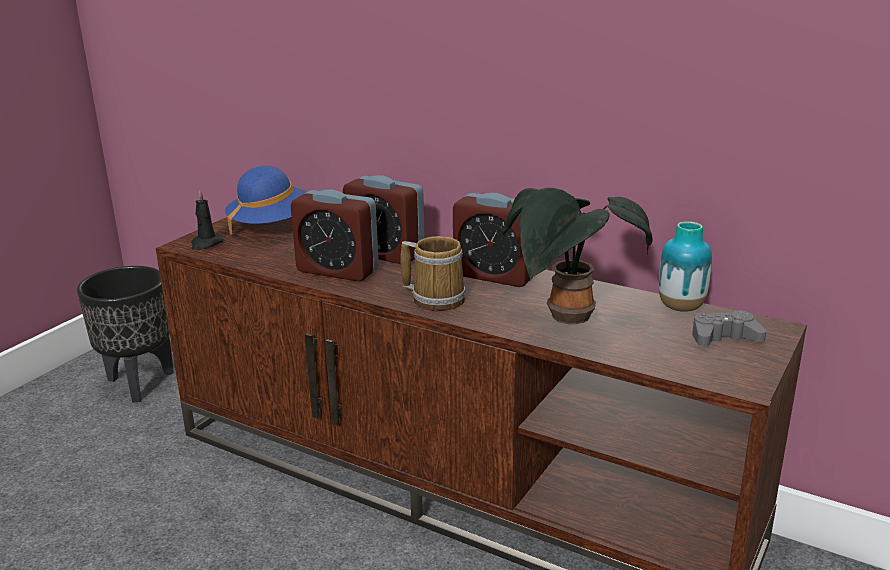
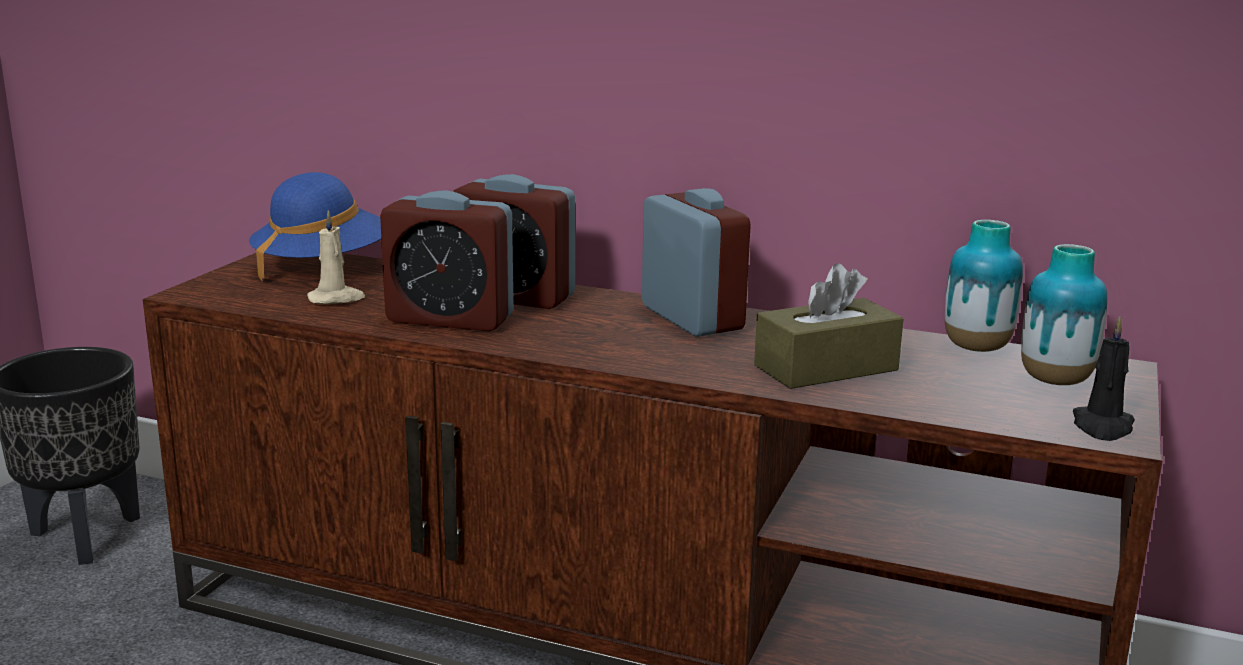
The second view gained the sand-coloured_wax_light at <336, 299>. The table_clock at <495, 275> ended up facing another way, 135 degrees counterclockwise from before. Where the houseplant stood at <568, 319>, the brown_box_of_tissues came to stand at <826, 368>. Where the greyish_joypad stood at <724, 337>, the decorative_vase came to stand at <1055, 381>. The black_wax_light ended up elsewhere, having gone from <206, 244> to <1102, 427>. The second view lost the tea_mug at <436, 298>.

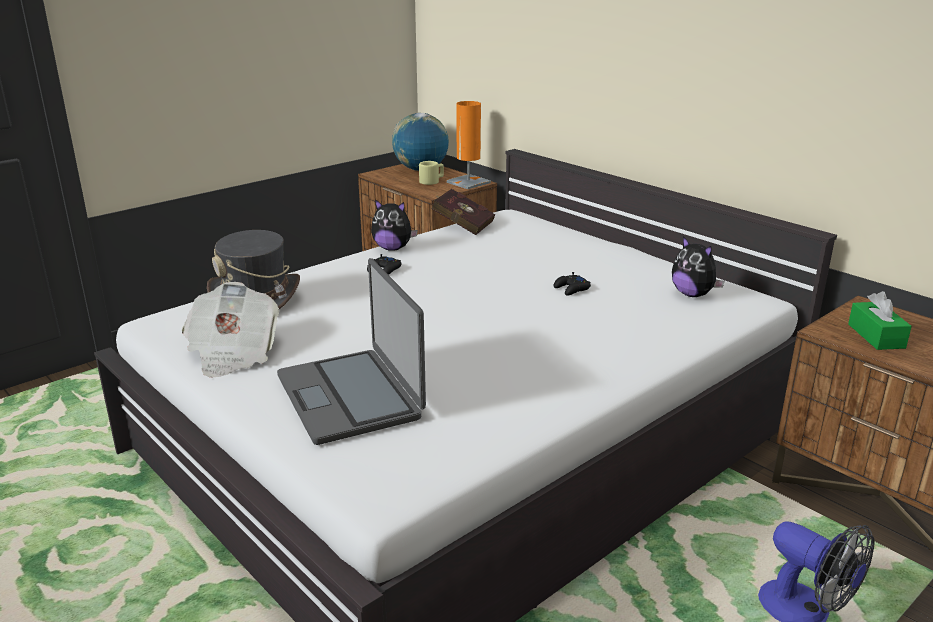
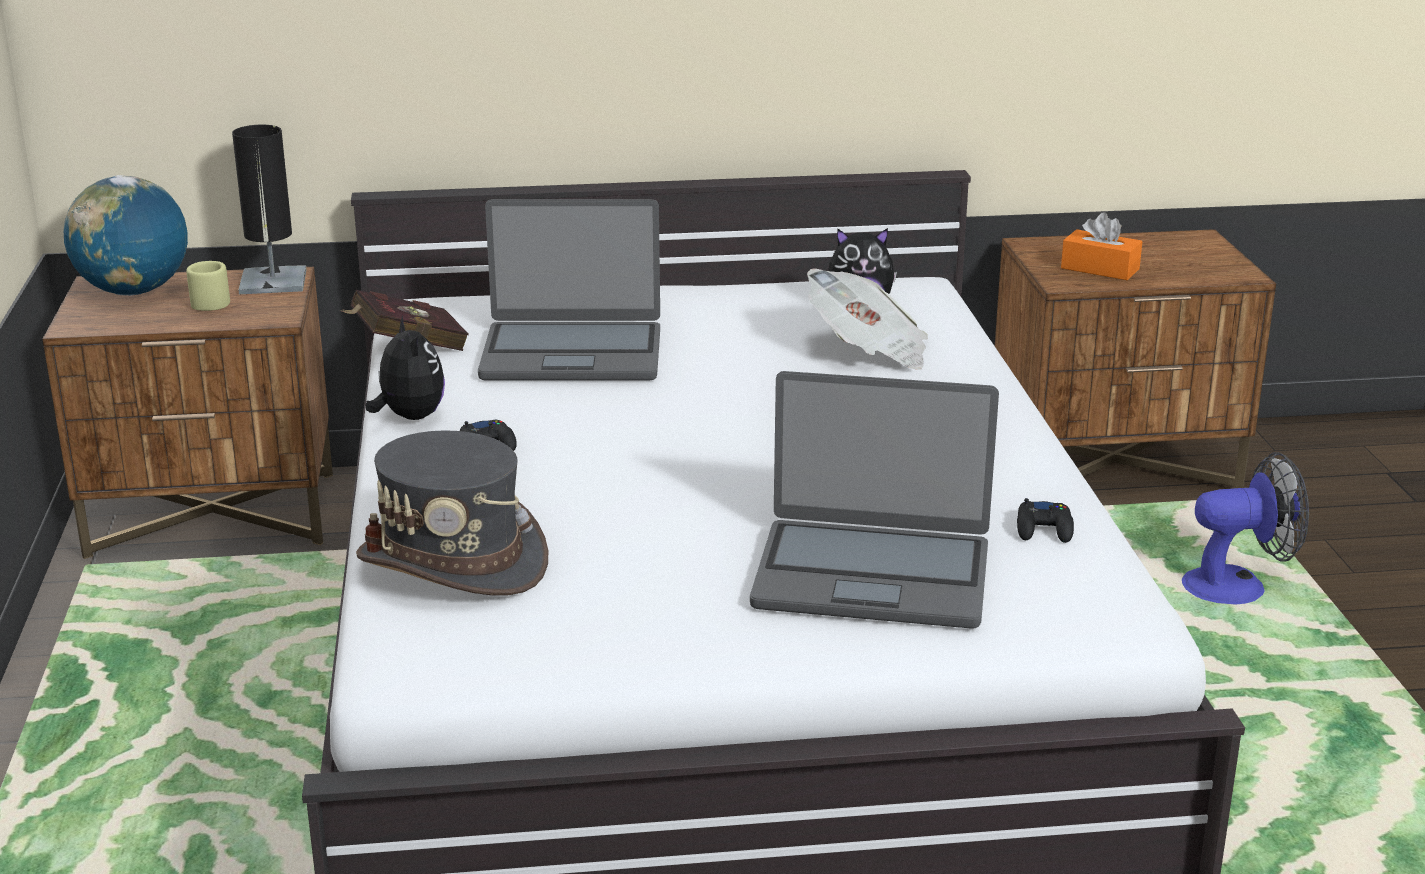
What was the orangey_lamp_for_a_table at <468, 182> turned into the black_lamp_for_a_table at <273, 282>. The cuddly_toy at <393, 248> ended up facing another way, 75 degrees counterclockwise from before. The second view gained the portable_computer at <572, 354>. The newspaper ended up elsewhere, having gone from <233, 353> to <869, 351>. The black_joypad ended up elsewhere, having gone from <571, 289> to <1044, 529>. What was the green-coloured_box_of_tissues at <876, 336> turned into the orangey_box_of_tissues at <1100, 269>.

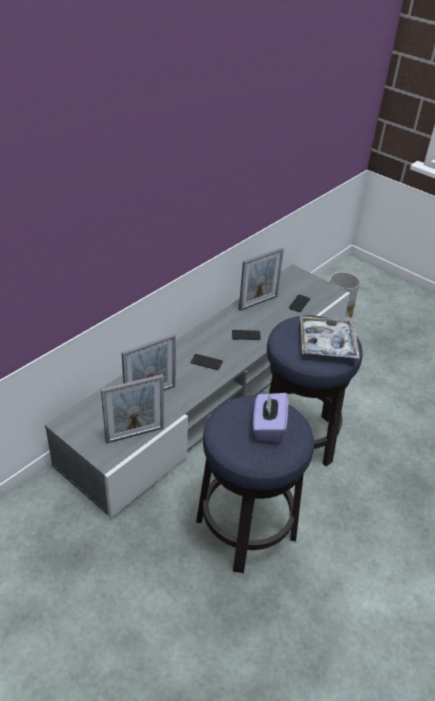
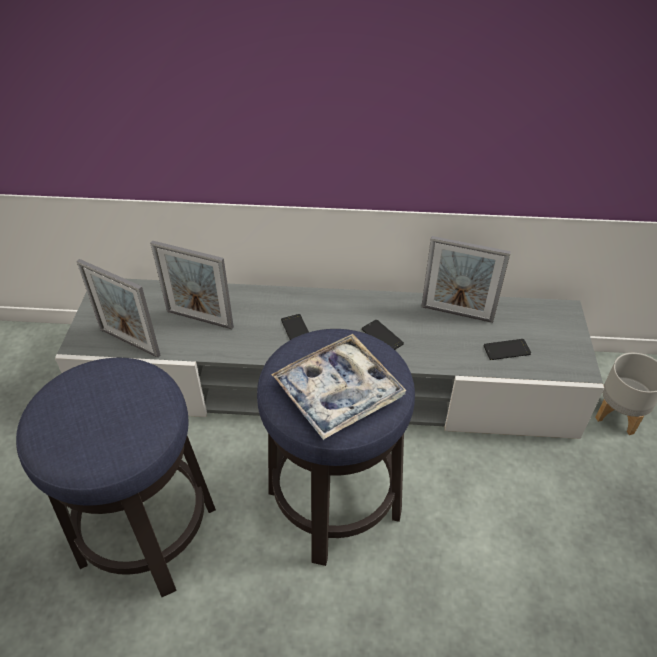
The second view lost the purple-coloured_box_of_tissues at <268, 427>.

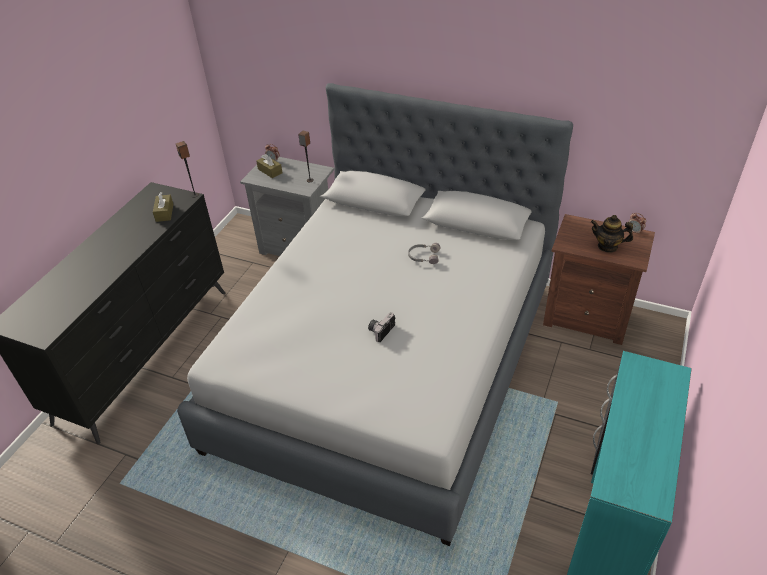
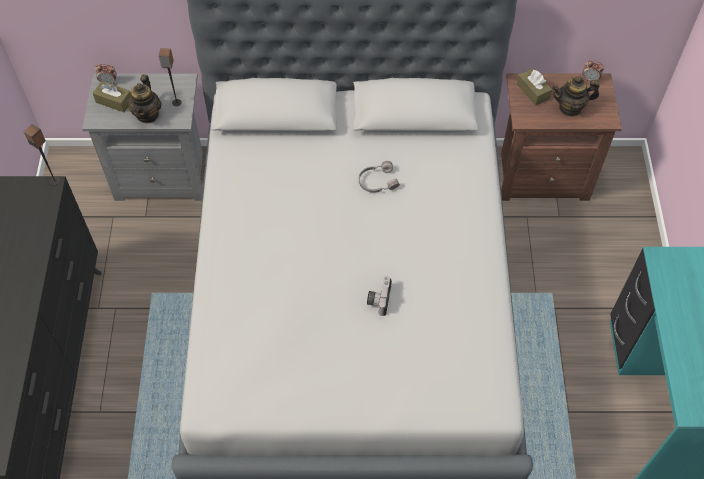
The second view gained the teapot at <147, 114>. The brown_box_of_tissues ended up elsewhere, having gone from <164, 213> to <533, 91>.

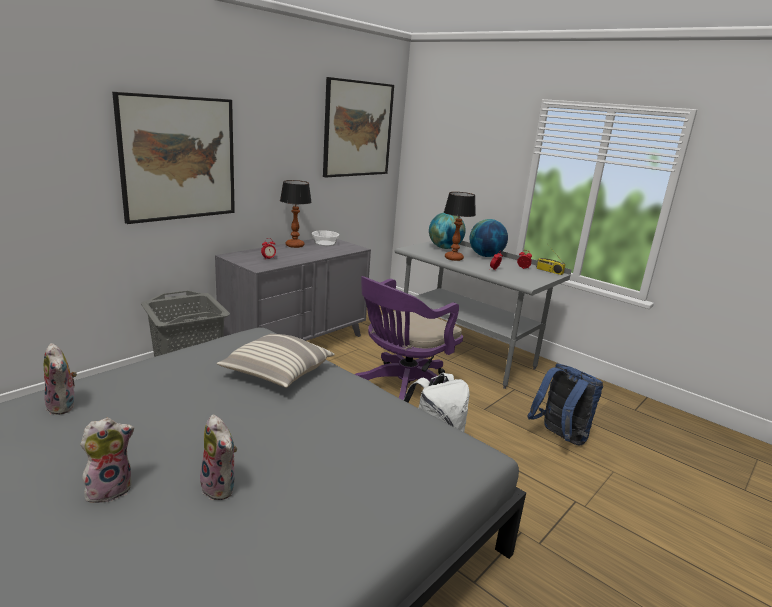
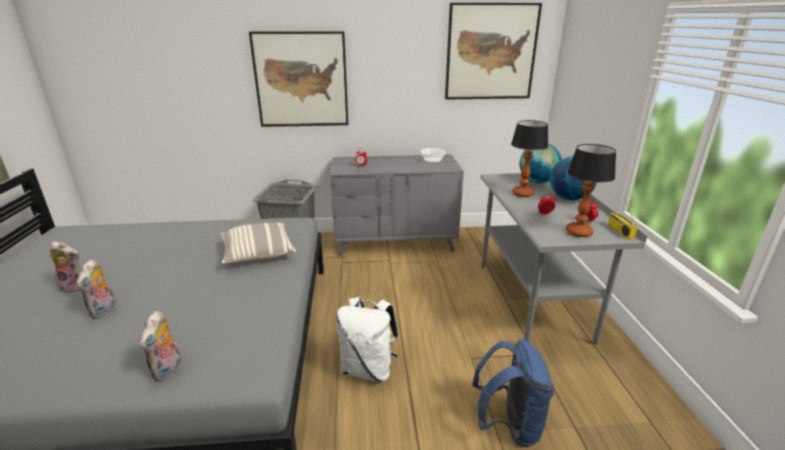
The cuddly_toy ended up elsewhere, having gone from <64, 406> to <168, 370>. The lamp_for_a_table ended up elsewhere, having gone from <294, 245> to <578, 232>. The second view lost the purple-coloured_desk_chair at <402, 390>.

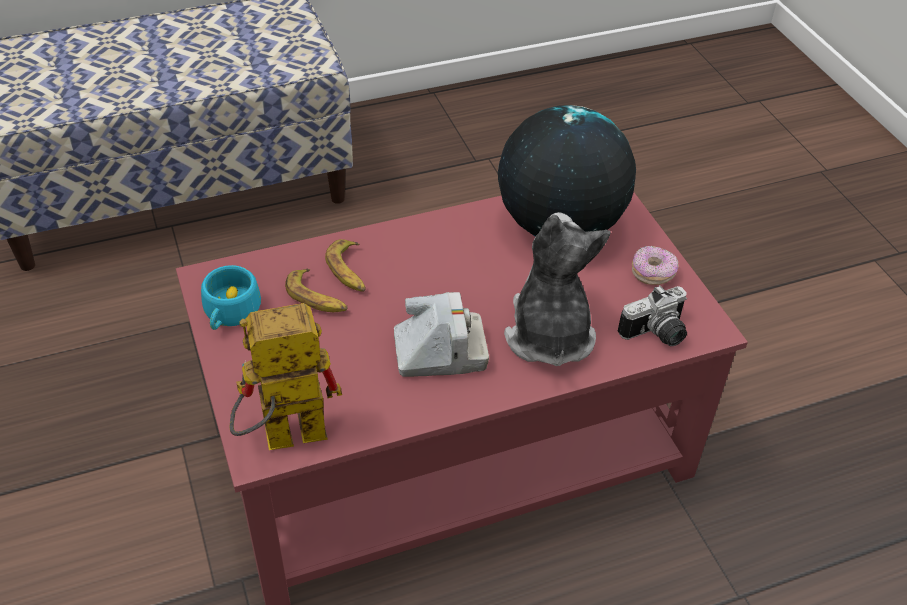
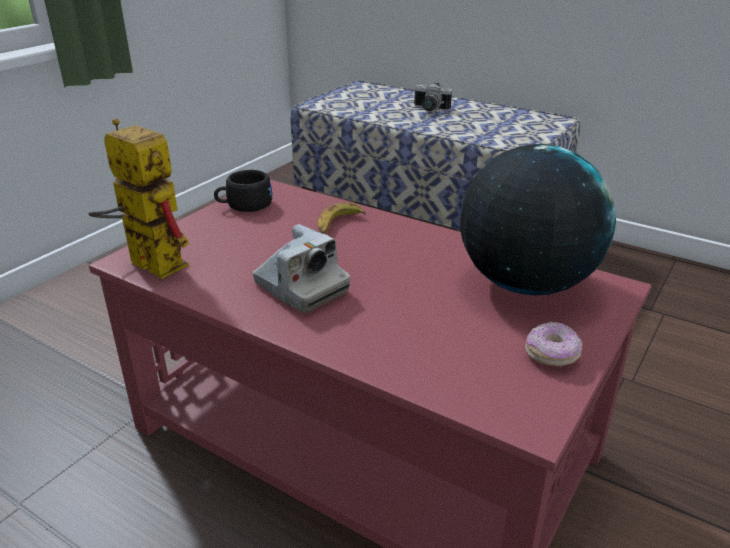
What was the blue-green_small_cup at <230, 314> turned into the black_small_cup at <244, 205>. The photo_camera ended up elsewhere, having gone from <657, 334> to <429, 109>. The second view lost the banana at <317, 298>. The second view lost the cuddly_toy at <548, 334>.

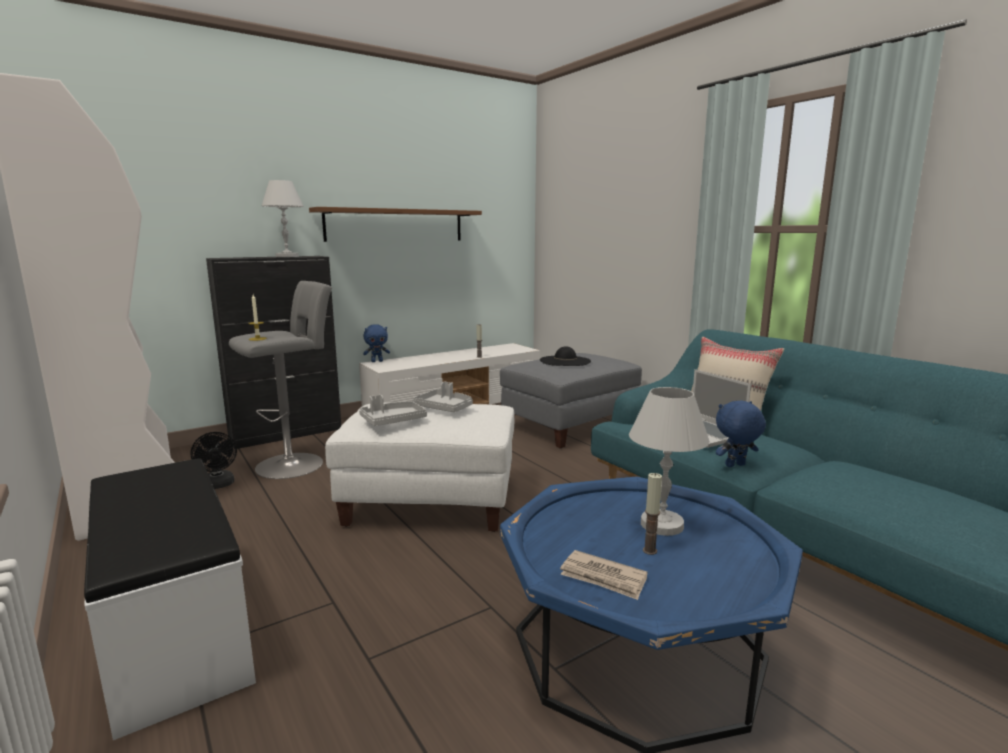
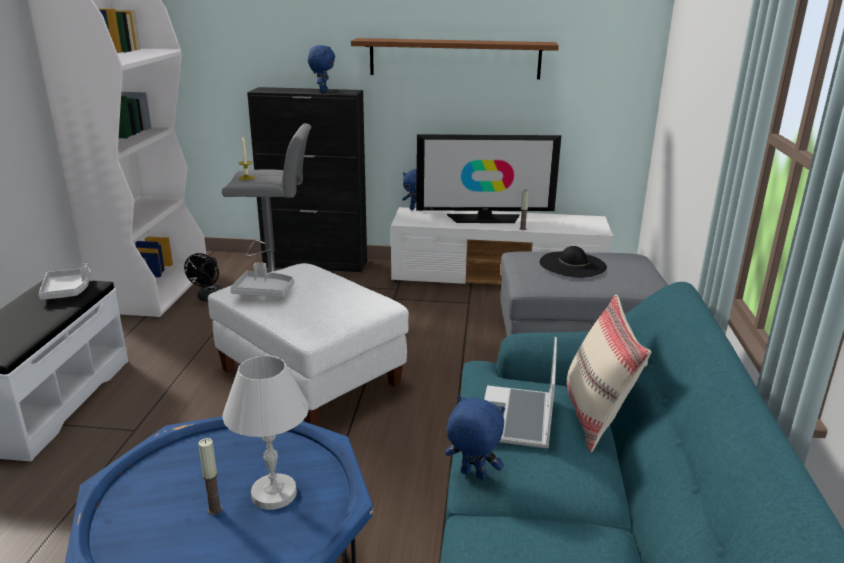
The greyish_serving_tray ended up elsewhere, having gone from <444, 408> to <67, 291>. Where the white_lamp_for_a_table stood at <287, 256>, the bluish_cuddly_toy came to stand at <322, 91>. The second view gained the television at <484, 219>. The second view lost the newspaper at <603, 578>.

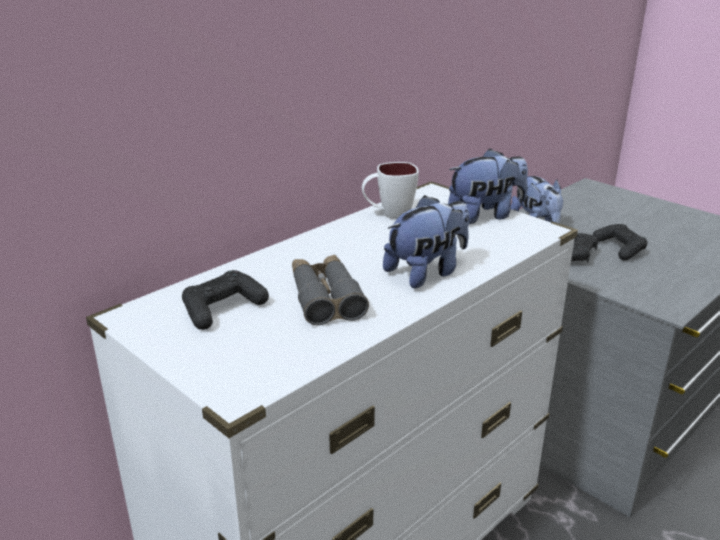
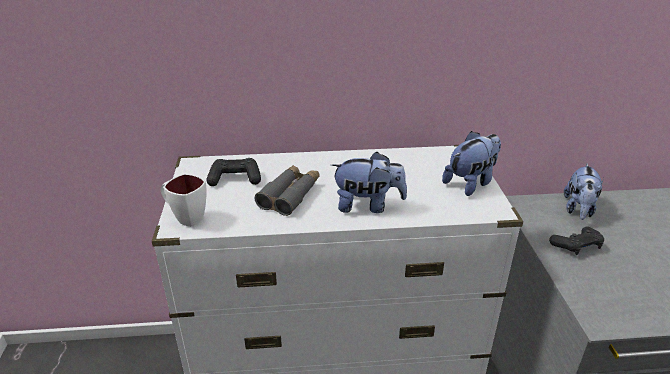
The white_tea_mug ended up elsewhere, having gone from <388, 214> to <185, 217>. The cuddly_toy at <485, 215> ended up facing another way, 60 degrees counterclockwise from before. The second view lost the black_joypad at <619, 248>.

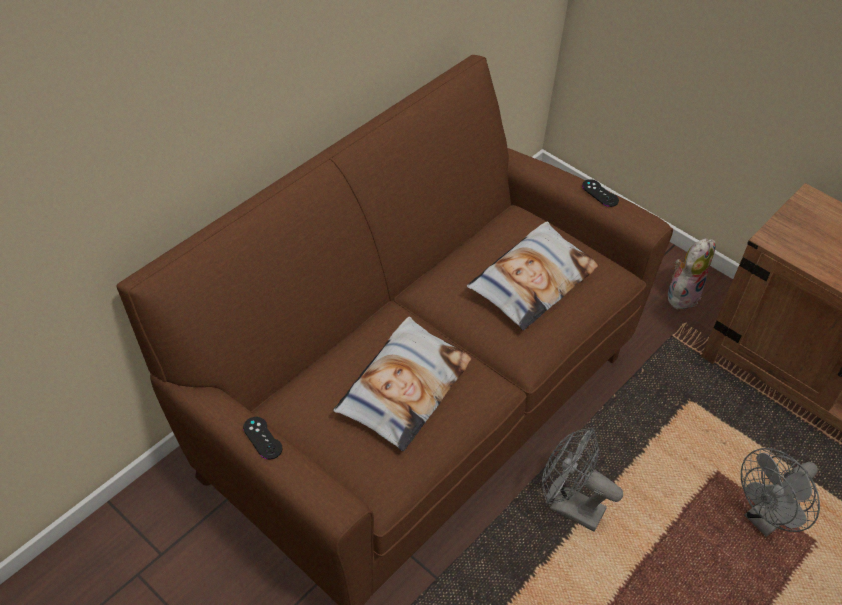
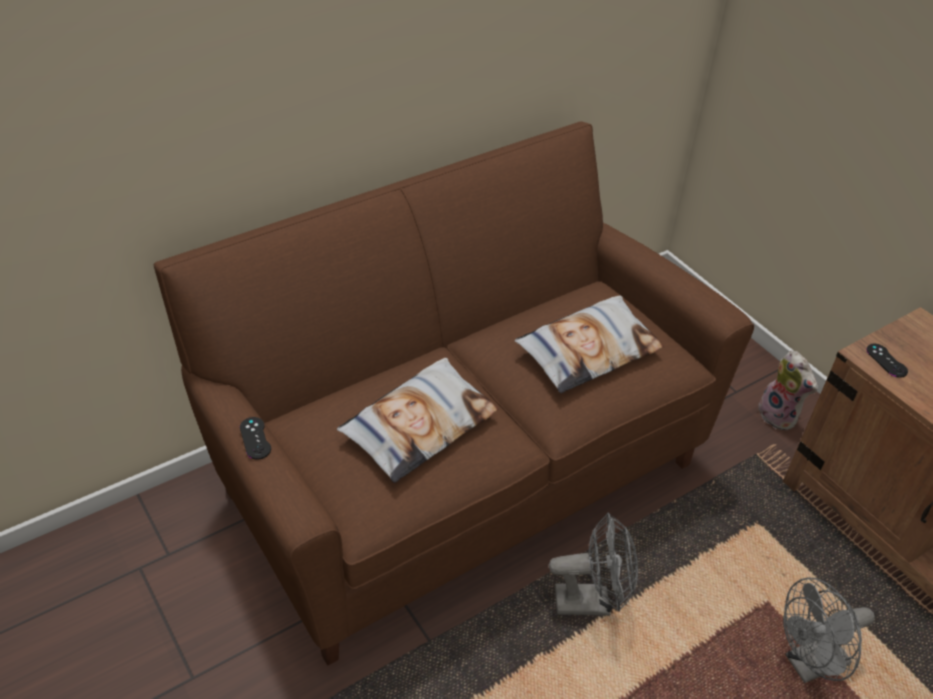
The greyish_fan at <568, 506> ended up facing another way, 135 degrees clockwise from before. The cuddly_toy at <682, 294> ended up facing another way, 90 degrees clockwise from before. The black_joypad ended up elsewhere, having gone from <600, 193> to <886, 360>.

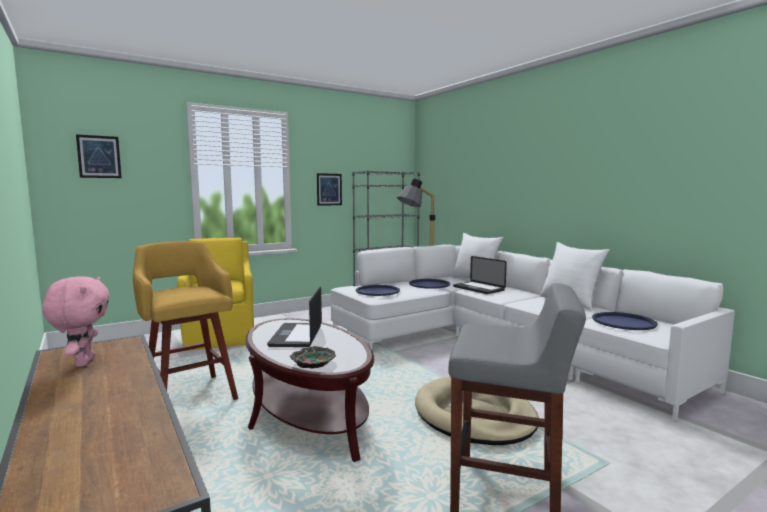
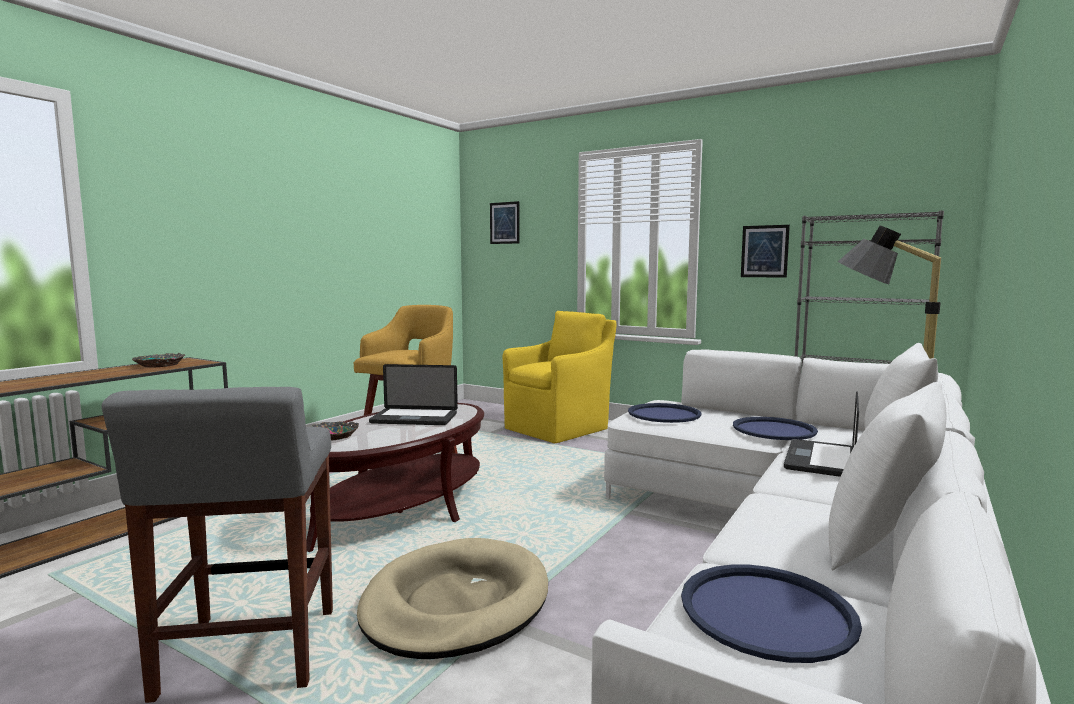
Where the pinkish_cuddly_toy stood at <83, 362>, the serving_bowl came to stand at <159, 364>. The portable_computer at <296, 336> ended up facing another way, 150 degrees counterclockwise from before.

